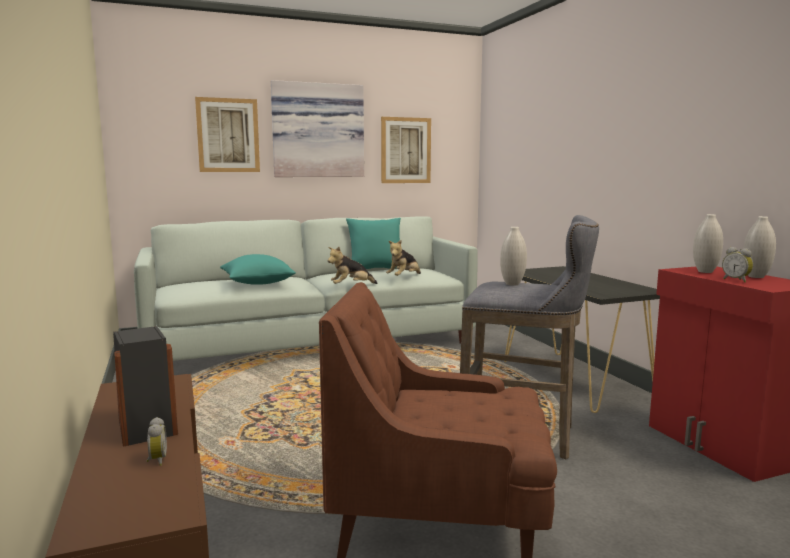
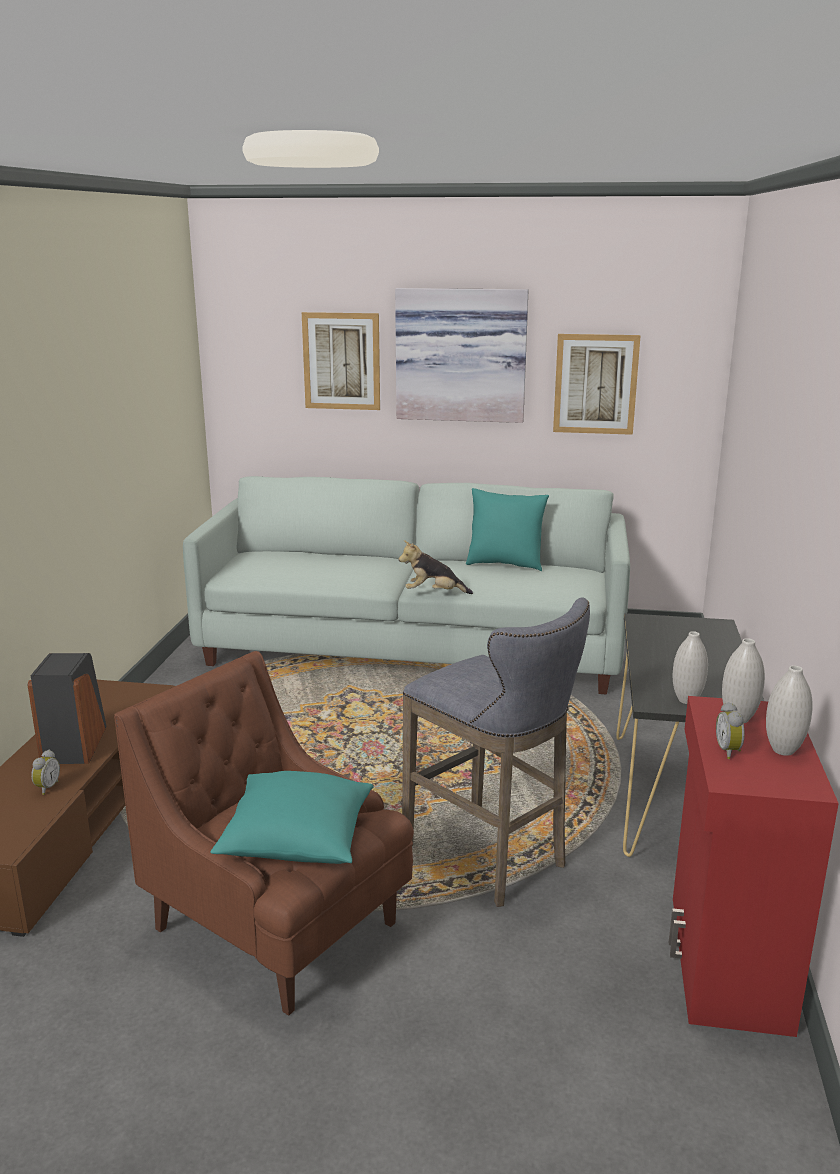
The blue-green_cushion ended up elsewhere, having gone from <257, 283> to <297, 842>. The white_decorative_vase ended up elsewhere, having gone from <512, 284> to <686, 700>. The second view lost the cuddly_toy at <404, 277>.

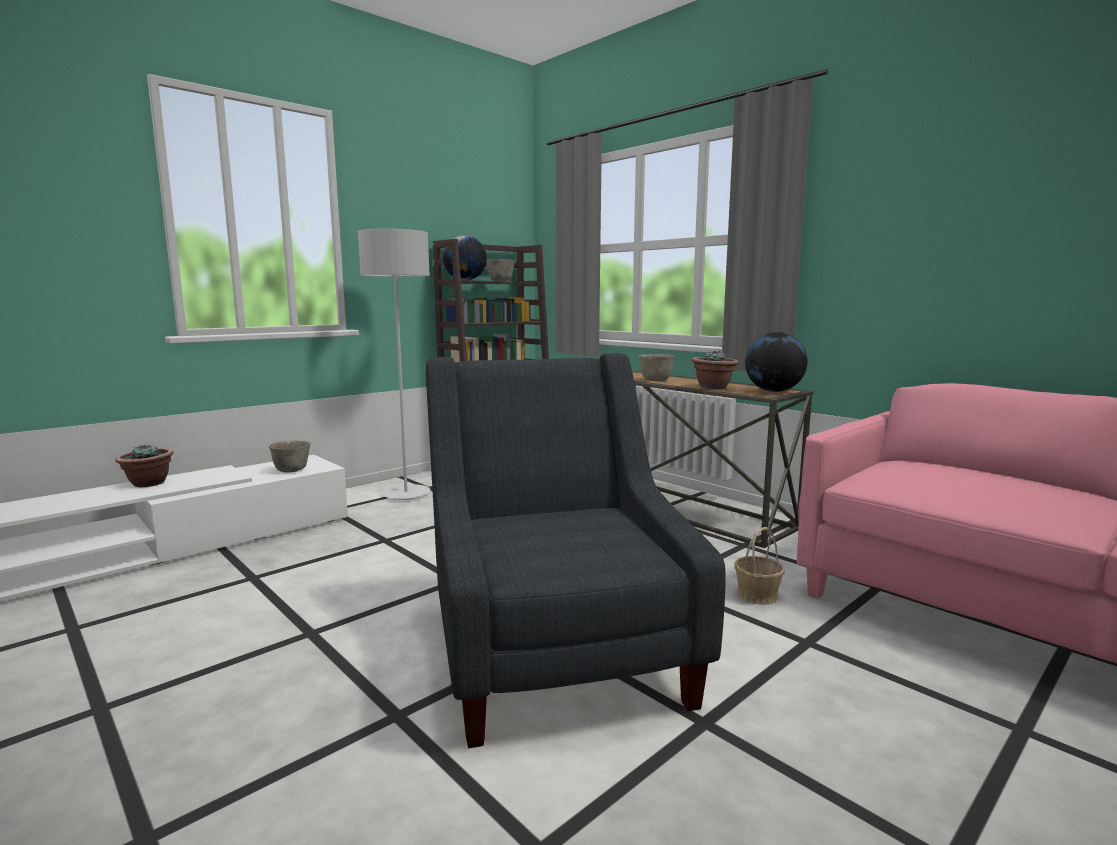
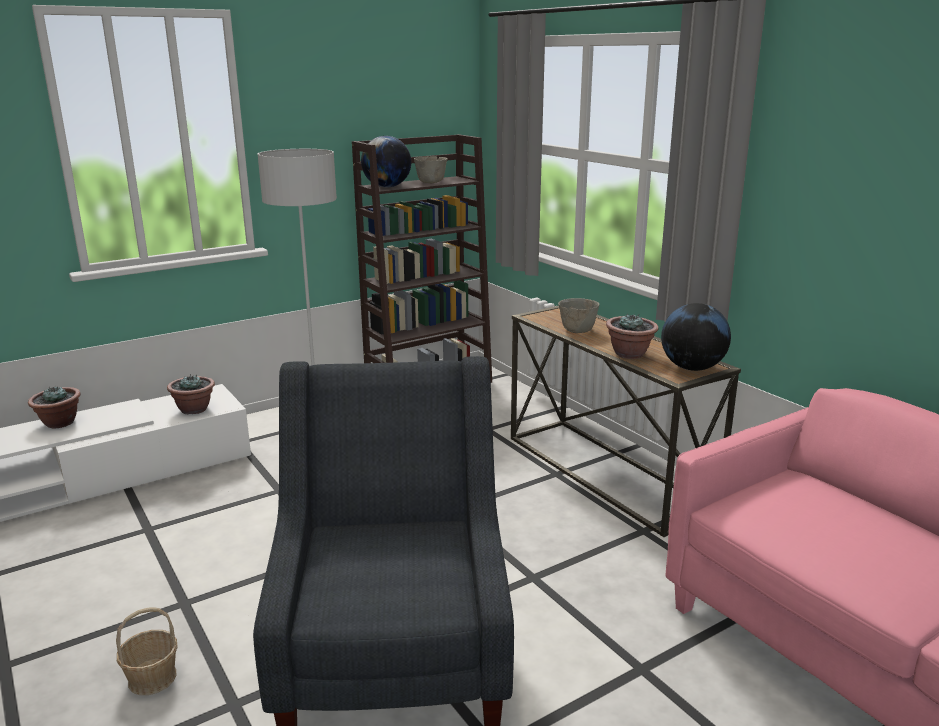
The household_basket ended up elsewhere, having gone from <756, 595> to <152, 678>. Where the greyish_serving_bowl stood at <291, 470>, the houseplant came to stand at <194, 409>.

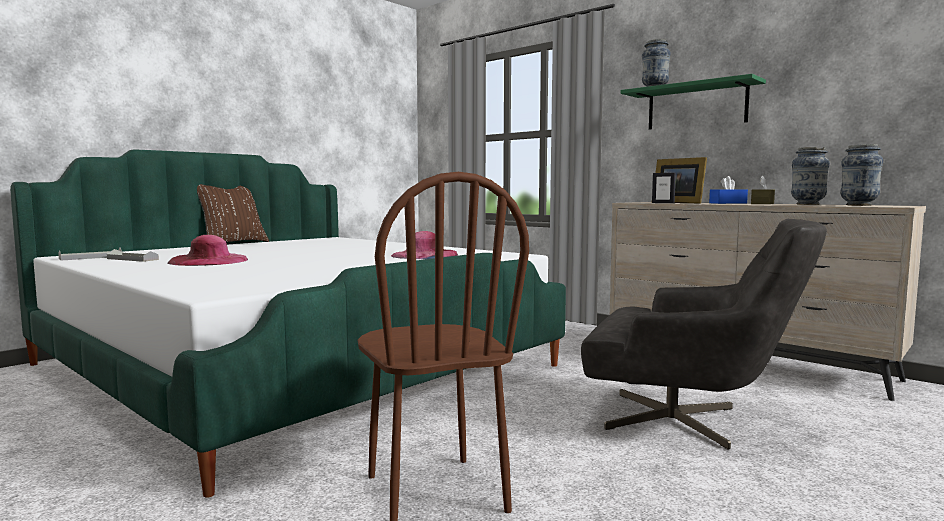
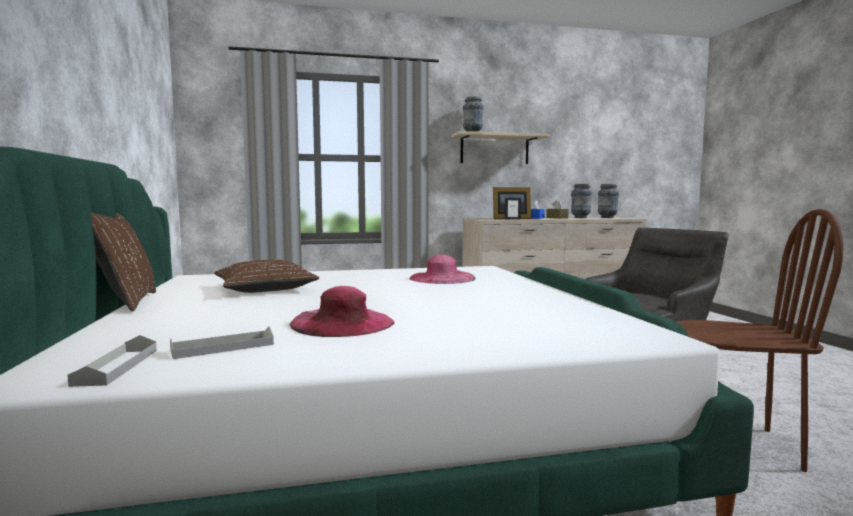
The second view gained the brown_cushion at <265, 288>. What was the green-coloured_shelf at <696, 106> turned into the sand-coloured_shelf at <494, 149>.

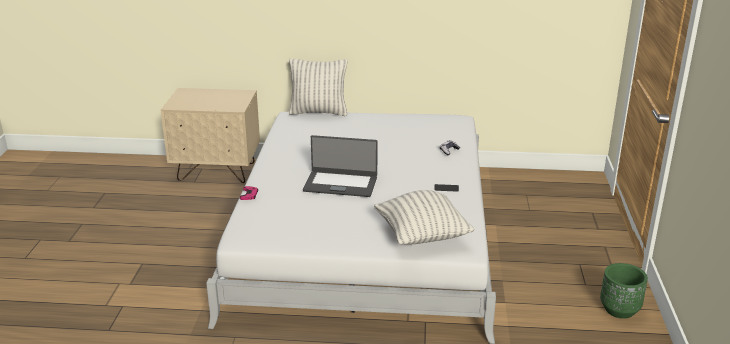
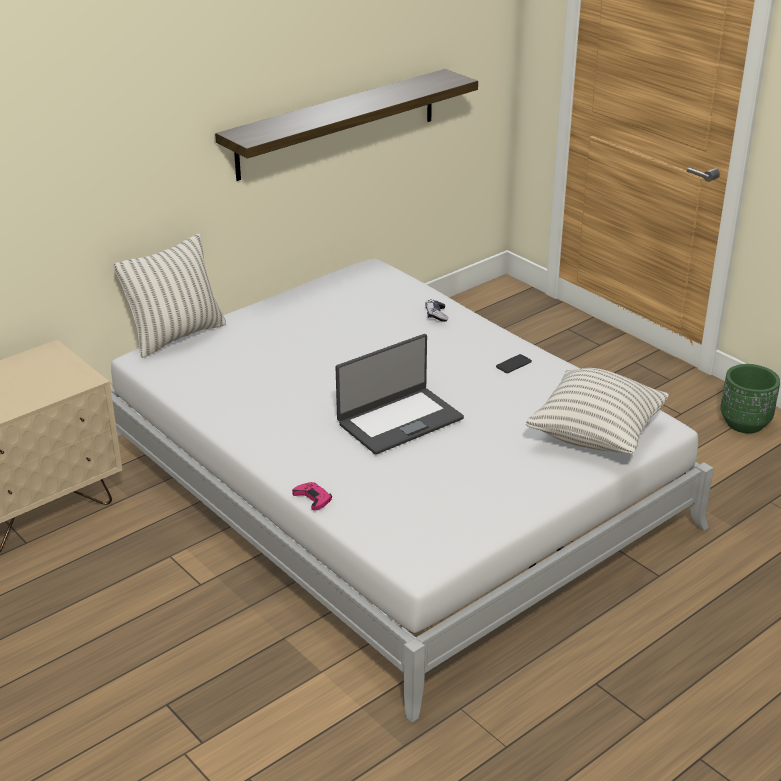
The second view gained the shelf at <337, 124>.

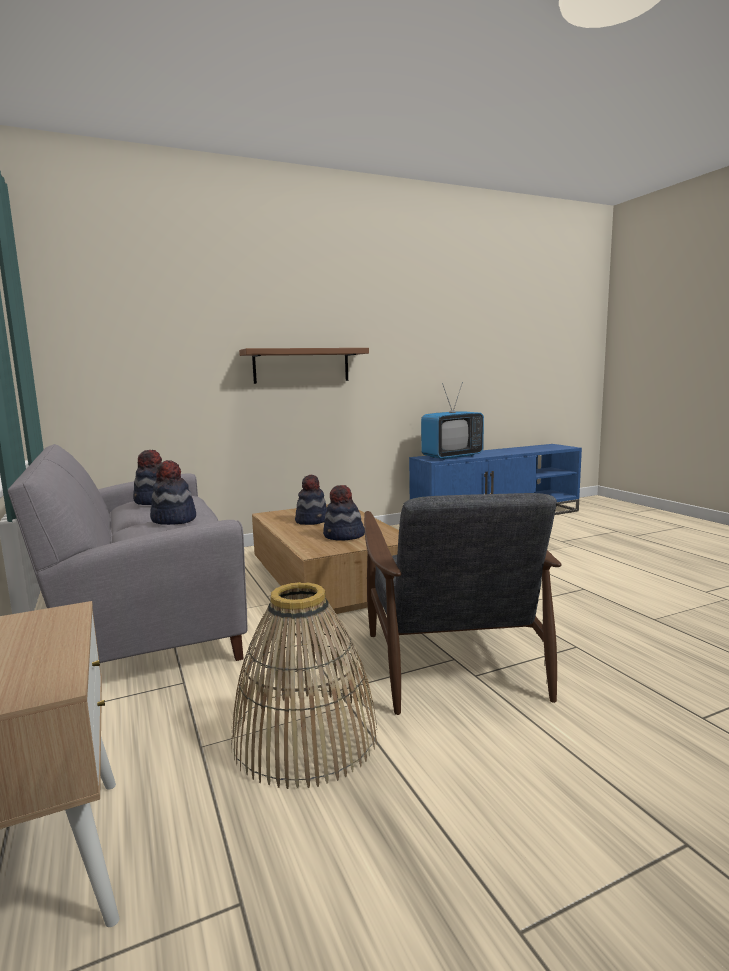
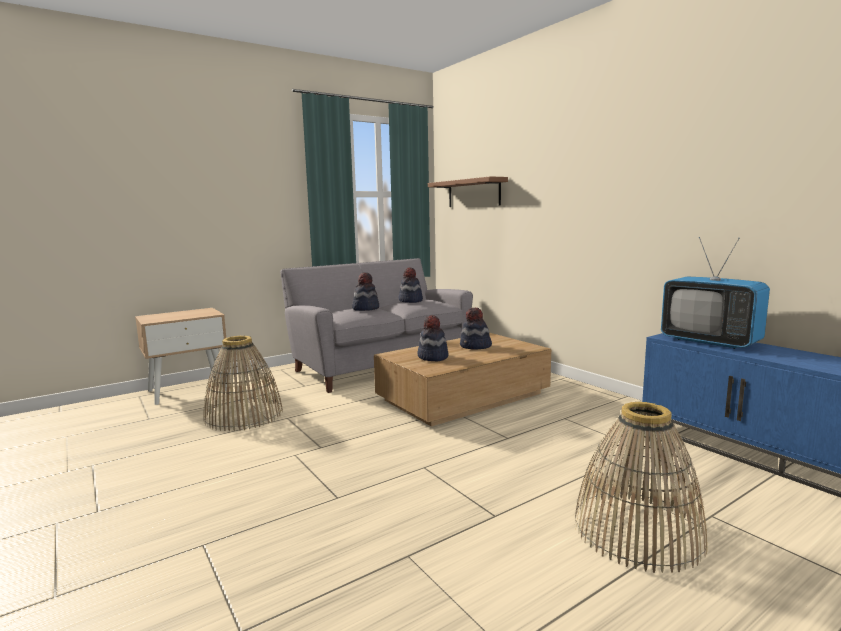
The brown_shelf ended up elsewhere, having gone from <301, 365> to <473, 193>. The second view gained the household_basket at <638, 531>. The second view lost the greyish_easy_chair at <452, 660>.

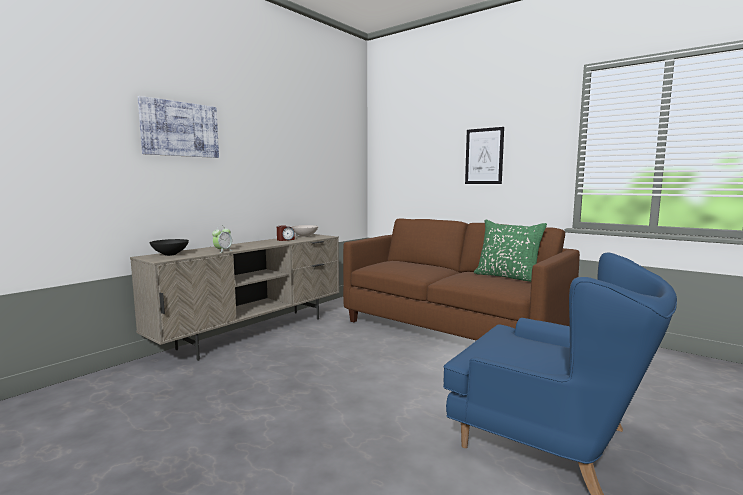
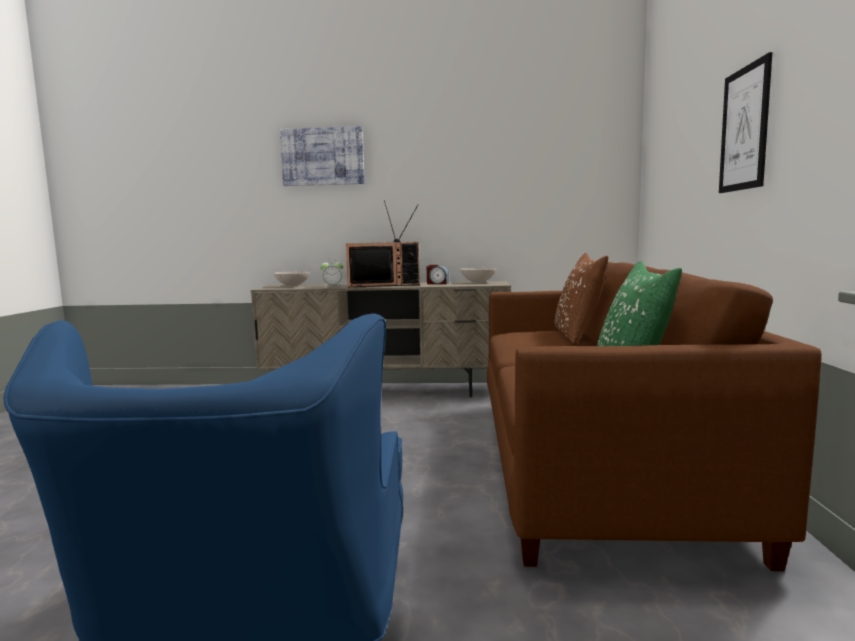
What was the black_serving_bowl at <171, 254> turned into the white_serving_bowl at <293, 286>. The second view gained the television at <384, 284>. The second view gained the brown_cushion at <578, 336>.

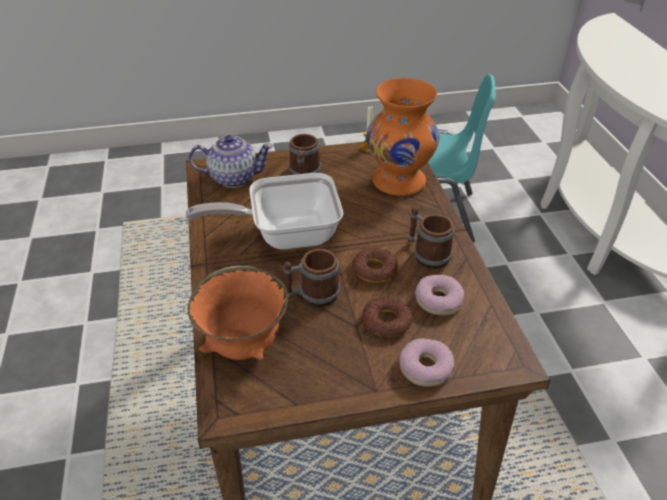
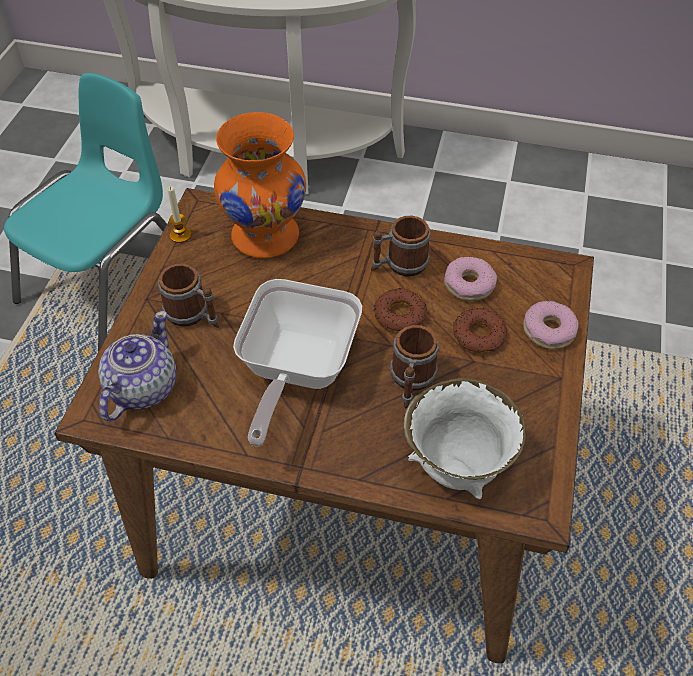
What was the orangey_serving_bowl at <245, 345> turned into the white_serving_bowl at <457, 466>.

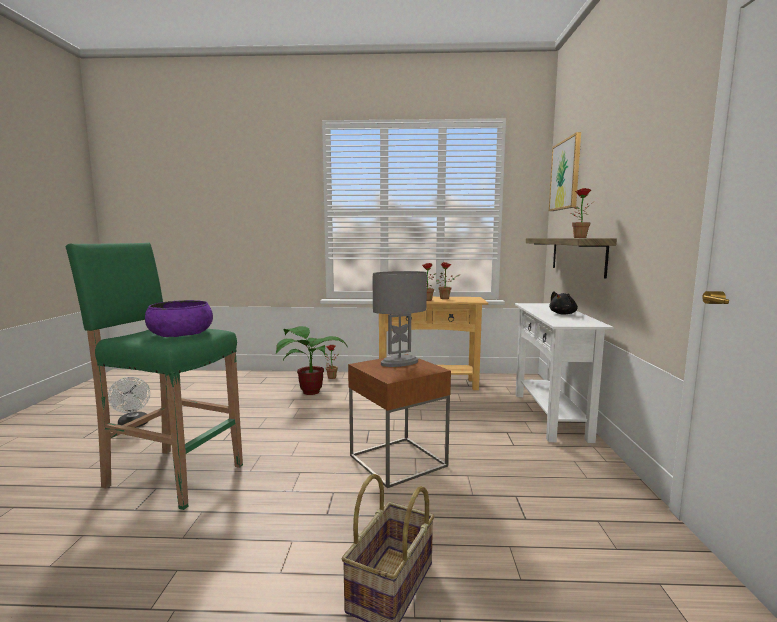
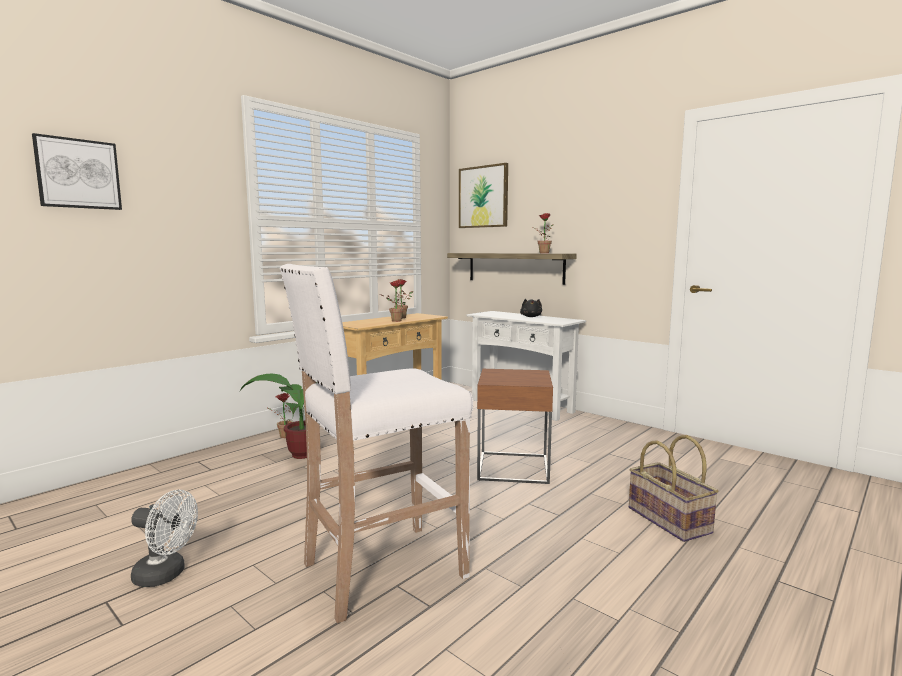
The second view gained the wall_picture at <78, 174>. What was the green-coloured_stool at <172, 475> turned into the white_stool at <380, 570>. The second view lost the purple-coloured_serving_bowl at <181, 333>. The second view lost the greyish_lamp_for_a_table at <399, 363>.

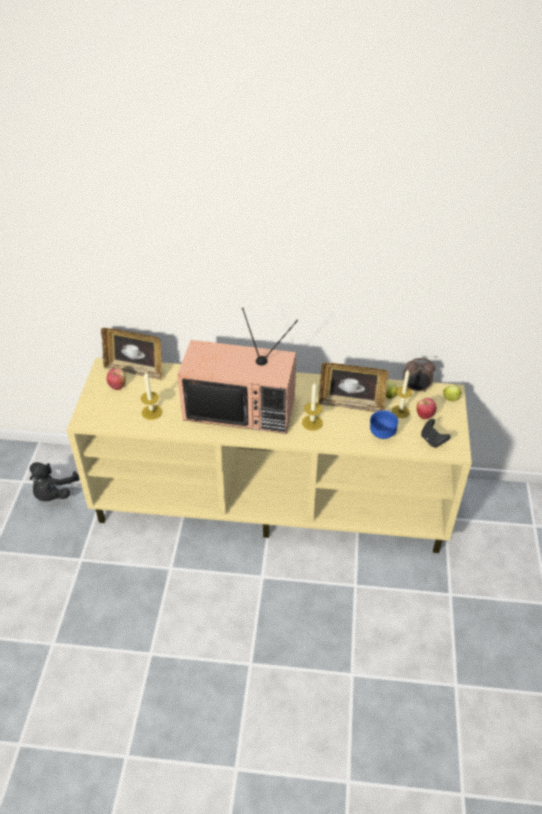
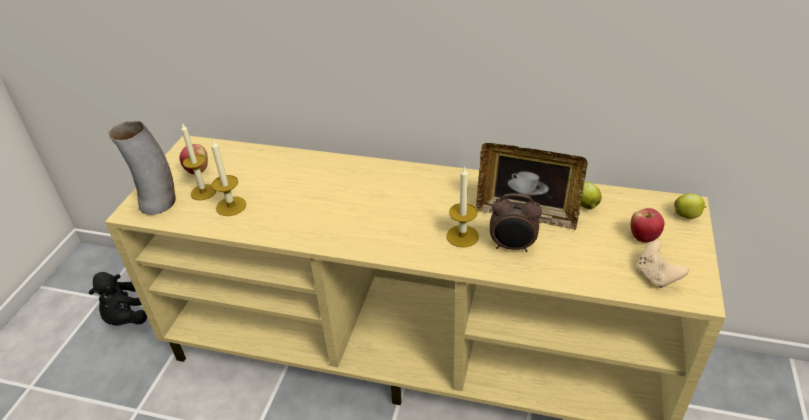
The second view gained the decorative_vase at <158, 202>. The wax_light ended up elsewhere, having gone from <400, 411> to <203, 192>. The table_clock ended up elsewhere, having gone from <416, 389> to <512, 247>. What was the black_joypad at <432, 440> turned into the sand-coloured_joypad at <656, 276>. The second view lost the picture_frame at <135, 370>. The second view lost the television at <241, 407>. The second view lost the bluish_serving_bowl at <382, 435>.

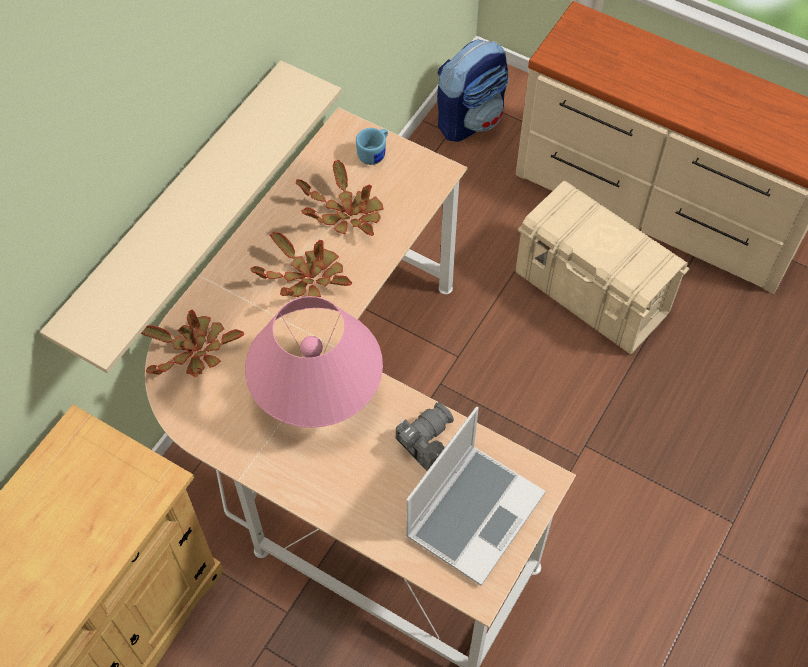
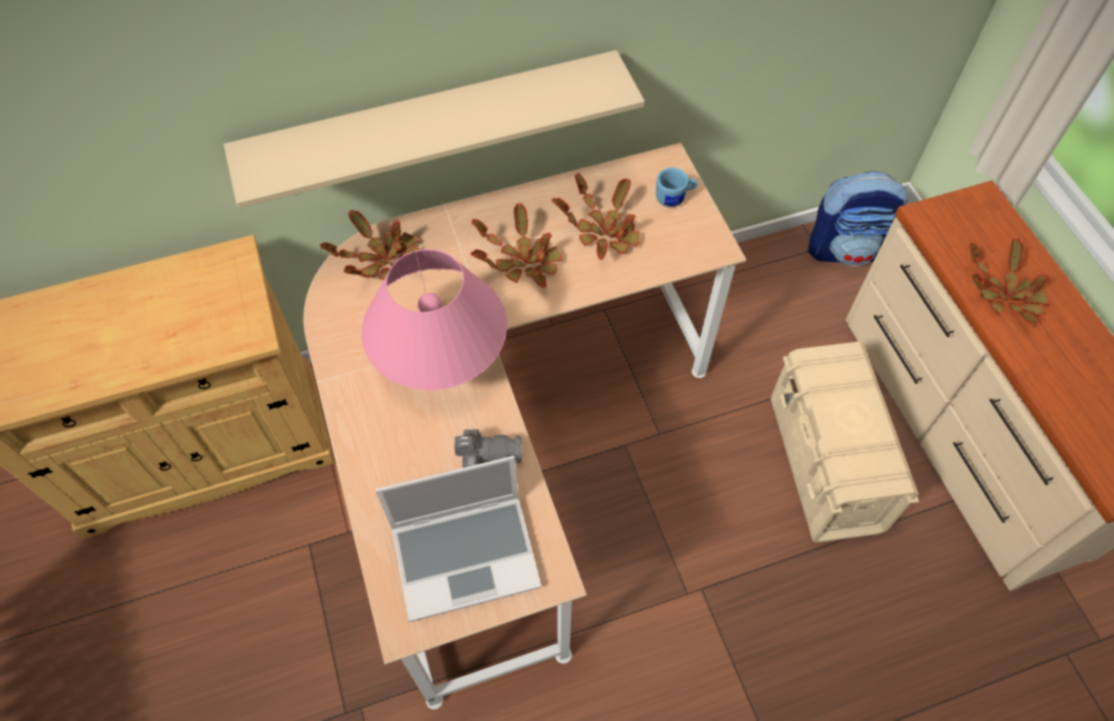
The second view gained the houseplant at <1005, 295>.

